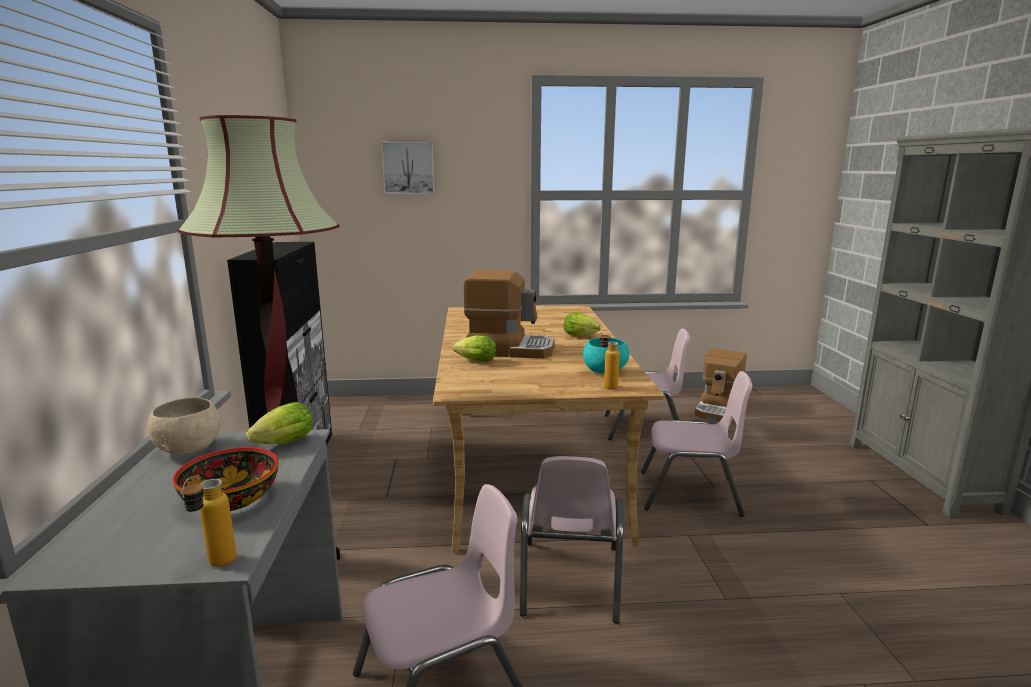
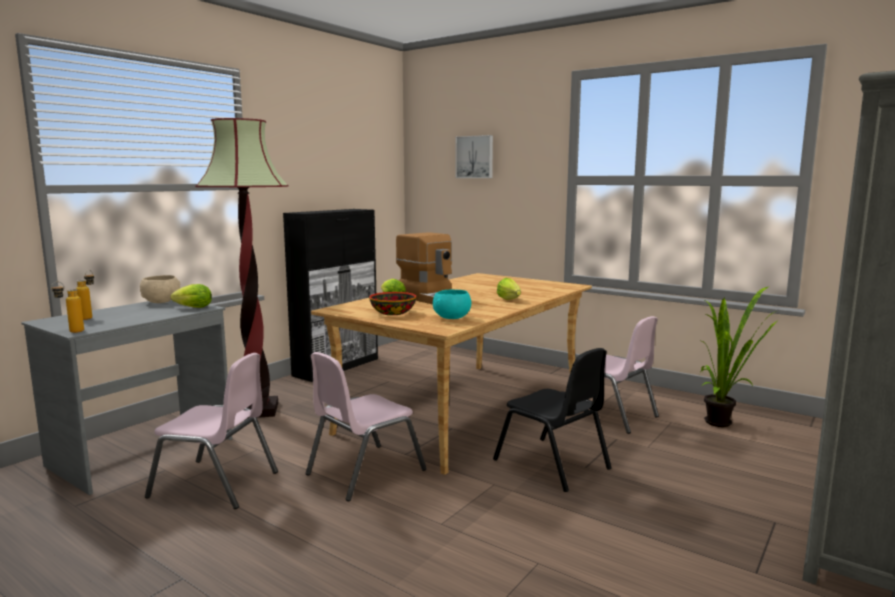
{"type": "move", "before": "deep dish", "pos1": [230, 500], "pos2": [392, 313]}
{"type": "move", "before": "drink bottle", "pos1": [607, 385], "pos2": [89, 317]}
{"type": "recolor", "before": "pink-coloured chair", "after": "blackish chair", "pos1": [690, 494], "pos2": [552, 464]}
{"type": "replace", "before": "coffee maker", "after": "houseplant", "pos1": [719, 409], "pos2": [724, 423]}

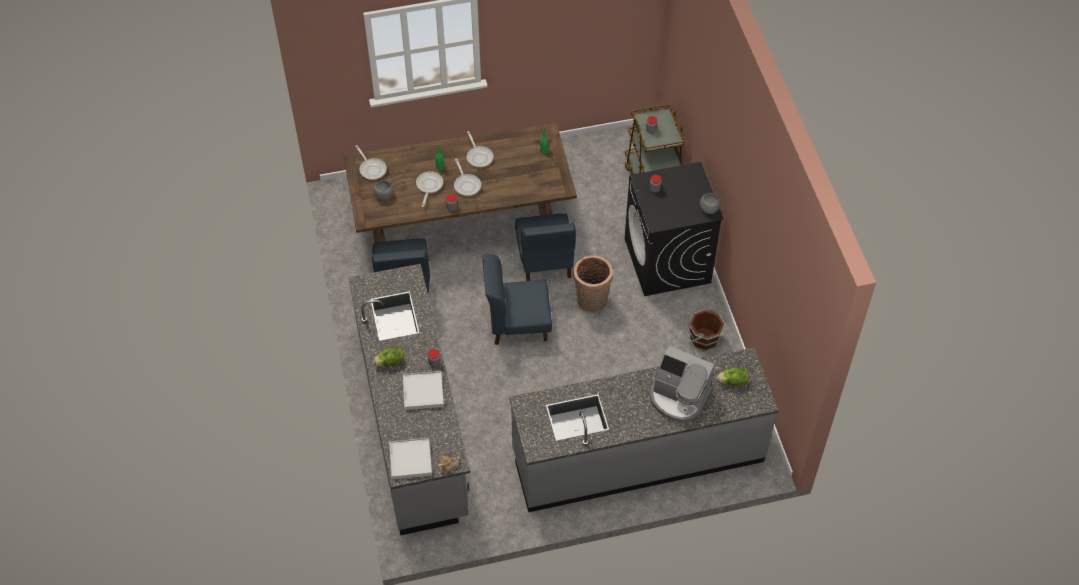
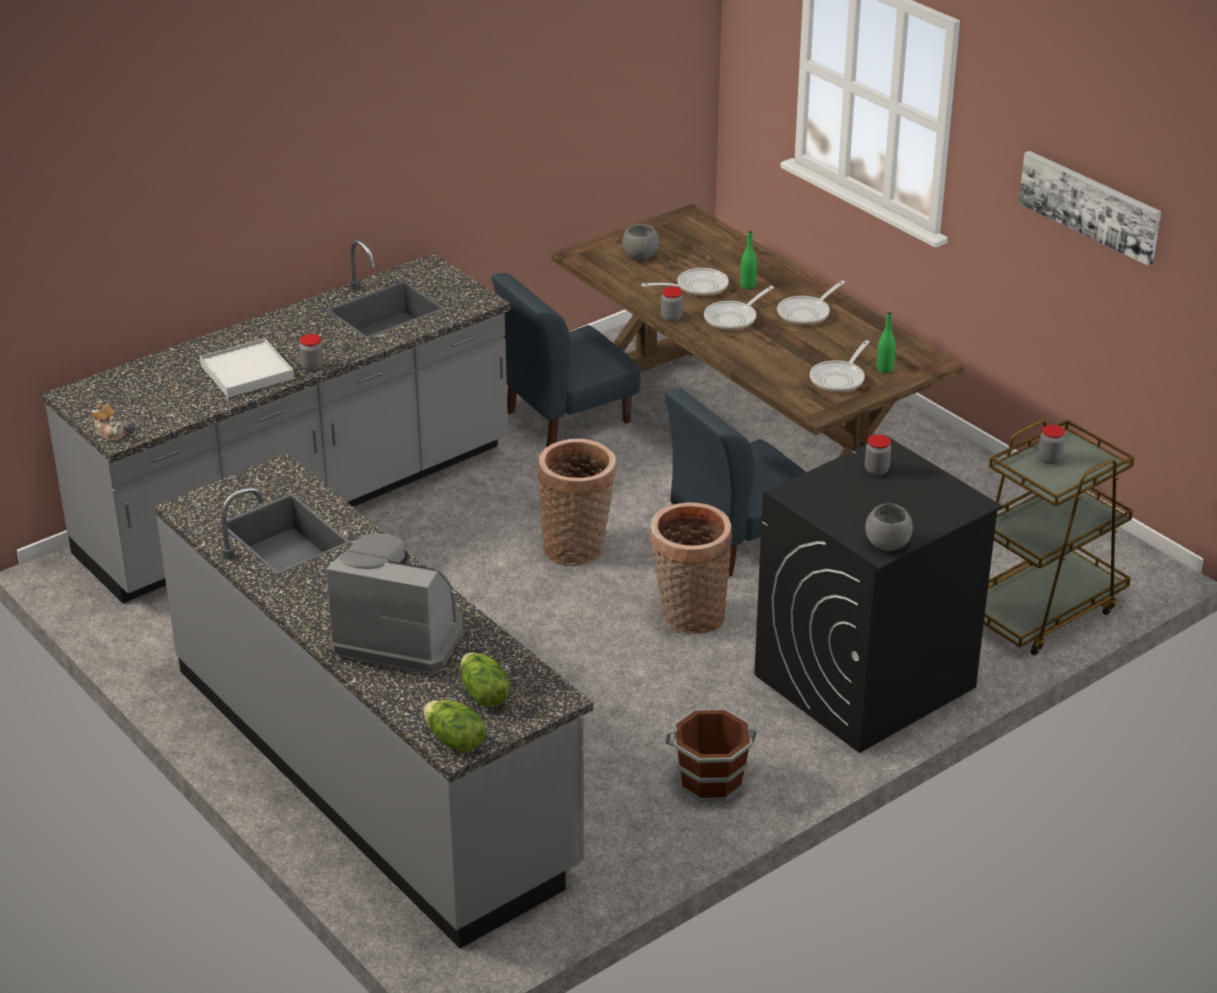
{"type": "move", "before": "frying pan", "pos1": [372, 169], "pos2": [839, 379]}
{"type": "move", "before": "lettuce", "pos1": [390, 362], "pos2": [454, 741]}
{"type": "delete", "before": "white carrying tray", "pos1": [410, 460]}
{"type": "replace", "before": "blue chair", "after": "storage basket", "pos1": [517, 323], "pos2": [577, 548]}
{"type": "rotate", "before": "coffee maker", "pos1": [678, 397], "pos2": [400, 636], "turn": 105}
{"type": "insert", "after": "wall art", "pos2": [1090, 206]}

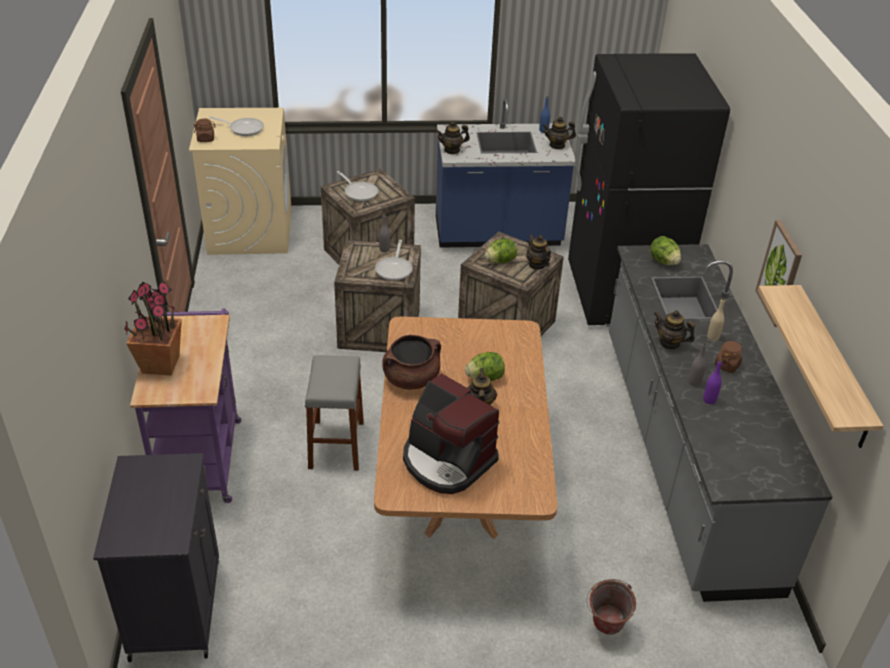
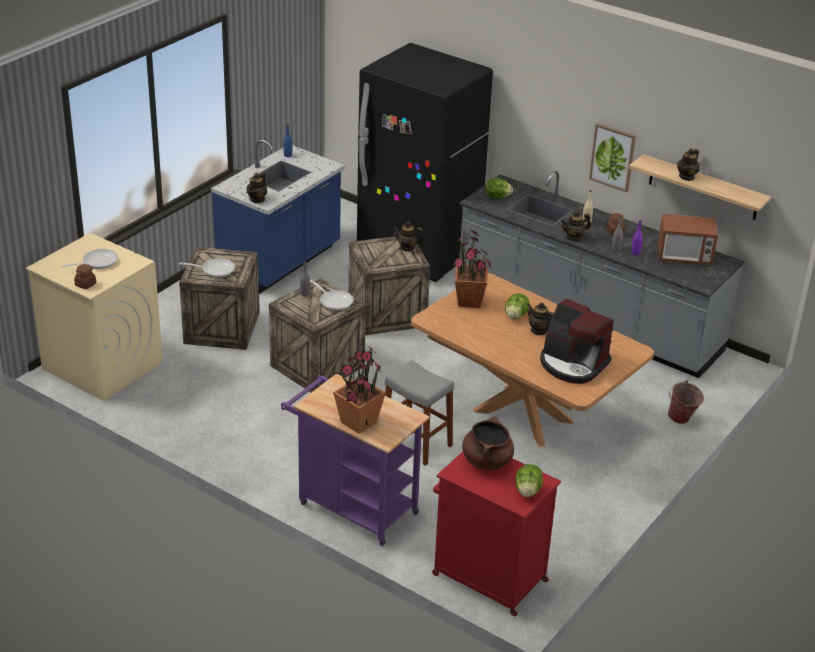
{"type": "recolor", "before": "blackish cupboard", "after": "red cupboard", "pos1": [176, 606], "pos2": [487, 577]}
{"type": "move", "before": "brown-coloured saucepot", "pos1": [411, 379], "pos2": [486, 461]}
{"type": "rotate", "before": "coffee maker", "pos1": [447, 461], "pos2": [572, 364], "turn": 45}
{"type": "move", "before": "lettuce", "pos1": [500, 261], "pos2": [528, 491]}
{"type": "move", "before": "tea pot", "pos1": [557, 145], "pos2": [687, 177]}
{"type": "insert", "after": "houseplant", "pos2": [469, 301]}
{"type": "insert", "after": "kitchen microwave", "pos2": [684, 257]}

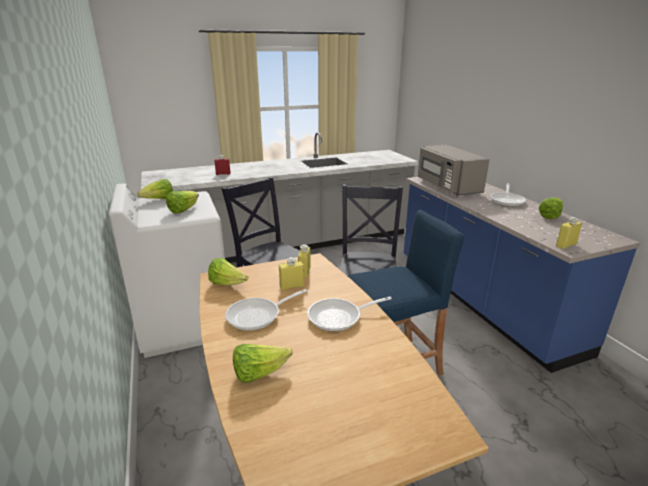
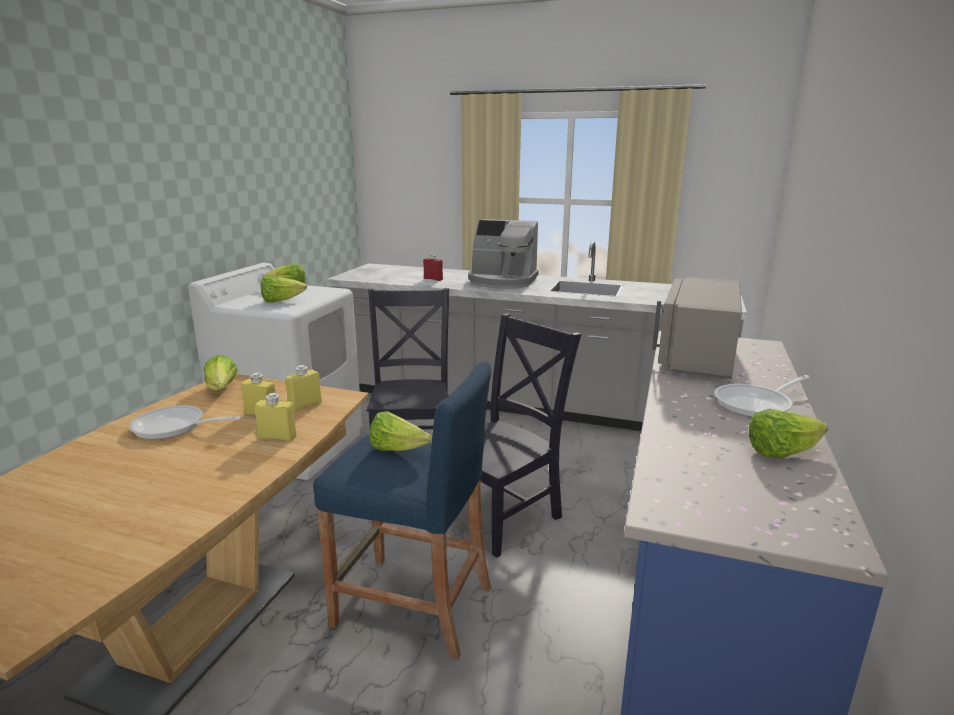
{"type": "move", "before": "lettuce", "pos1": [259, 373], "pos2": [397, 449]}
{"type": "delete", "before": "frying pan", "pos1": [339, 317]}
{"type": "move", "before": "yellow-coloured drink bottle", "pos1": [566, 245], "pos2": [277, 437]}
{"type": "insert", "after": "coffee maker", "pos2": [502, 281]}

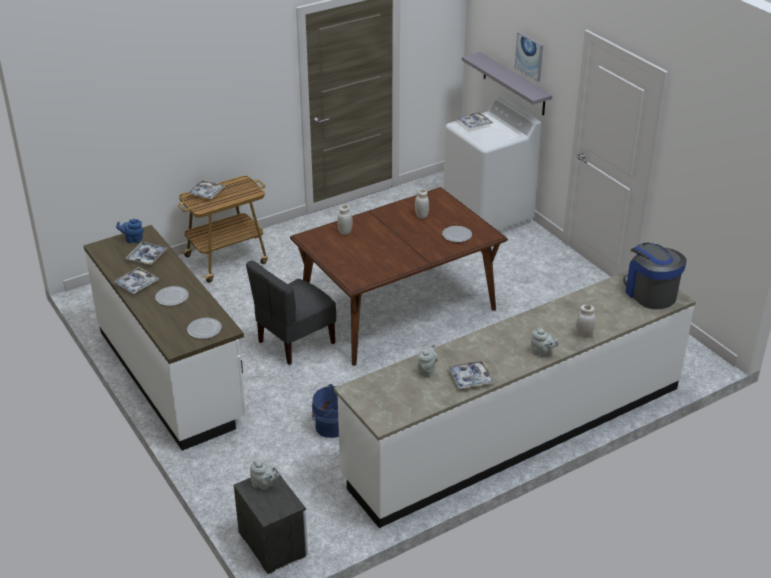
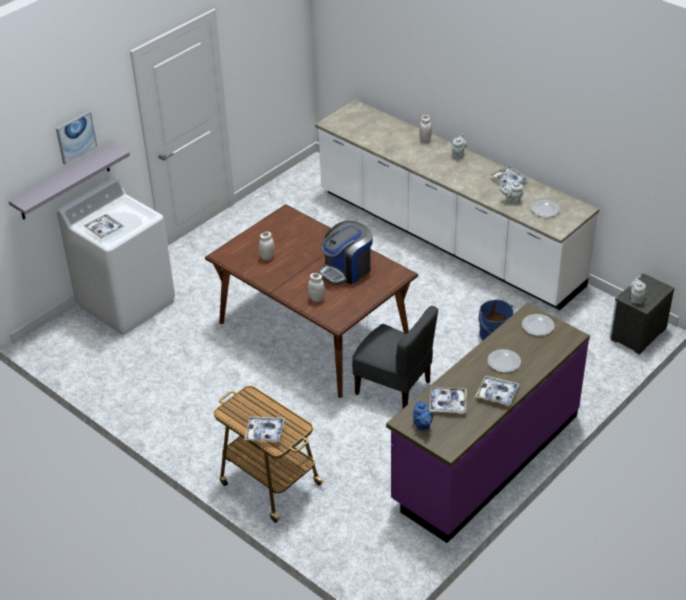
{"type": "recolor", "before": "white counter", "after": "purple counter", "pos1": [171, 375], "pos2": [485, 458]}
{"type": "move", "before": "flat dish", "pos1": [456, 235], "pos2": [545, 210]}
{"type": "move", "before": "coffee maker", "pos1": [650, 293], "pos2": [346, 270]}

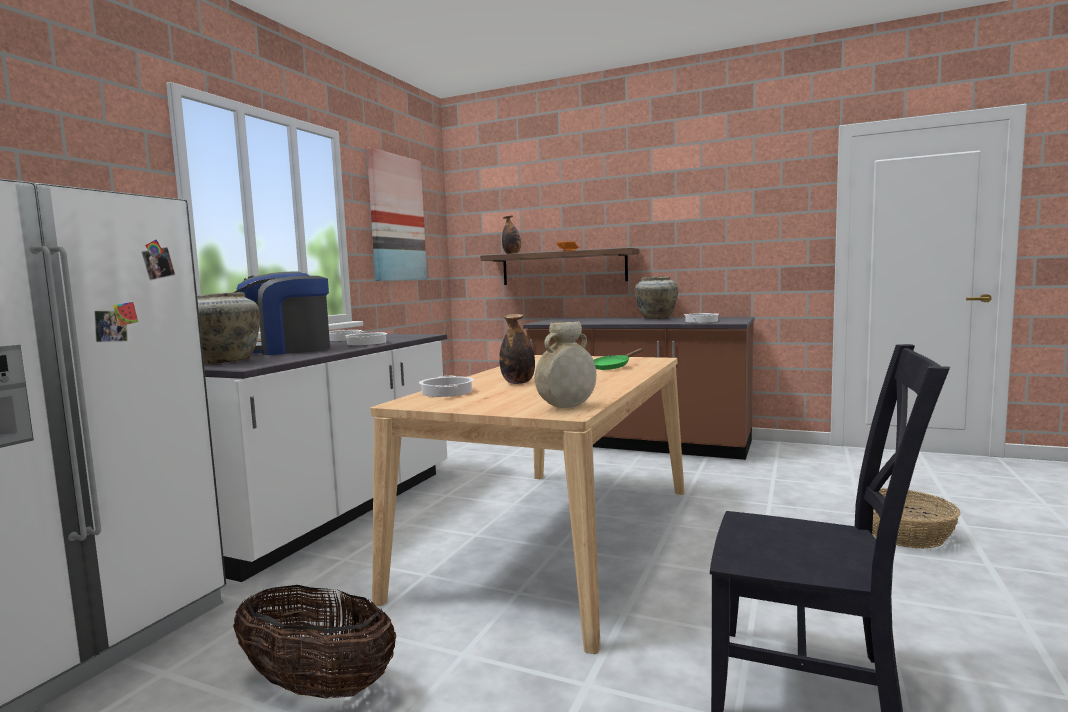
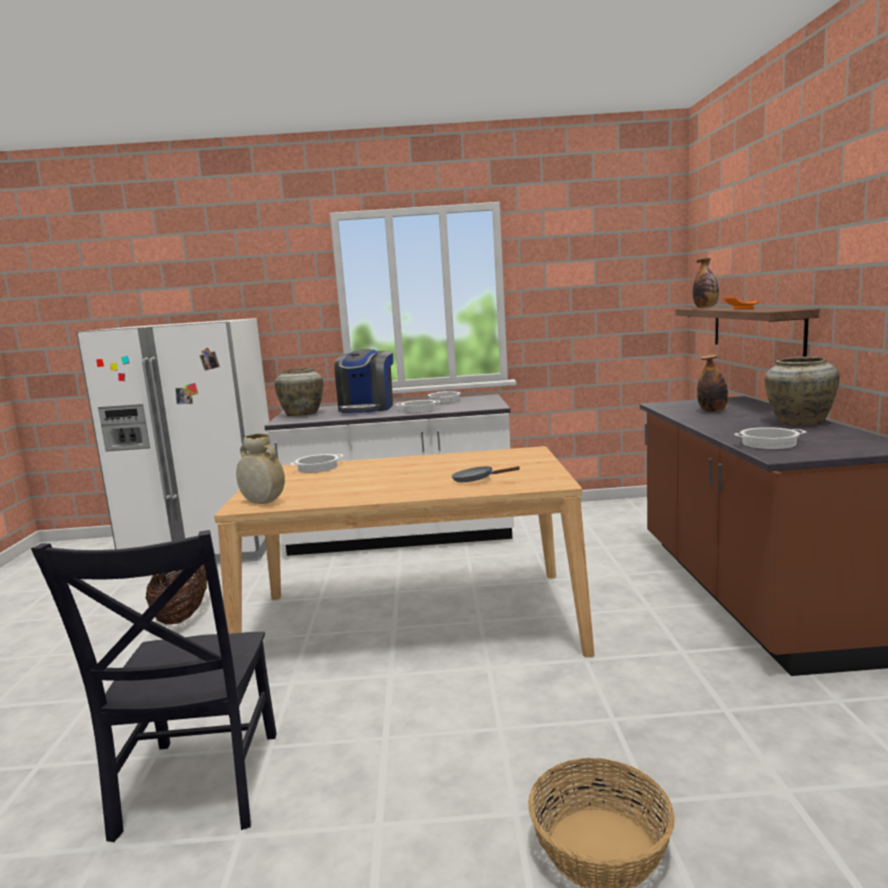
{"type": "rotate", "before": "coffee maker", "pos1": [287, 350], "pos2": [367, 408], "turn": -120}
{"type": "delete", "before": "wall art", "pos1": [396, 218]}
{"type": "move", "before": "drink bottle", "pos1": [518, 383], "pos2": [712, 411]}
{"type": "recolor", "before": "green frying pan", "after": "gray frying pan", "pos1": [613, 367], "pos2": [477, 480]}

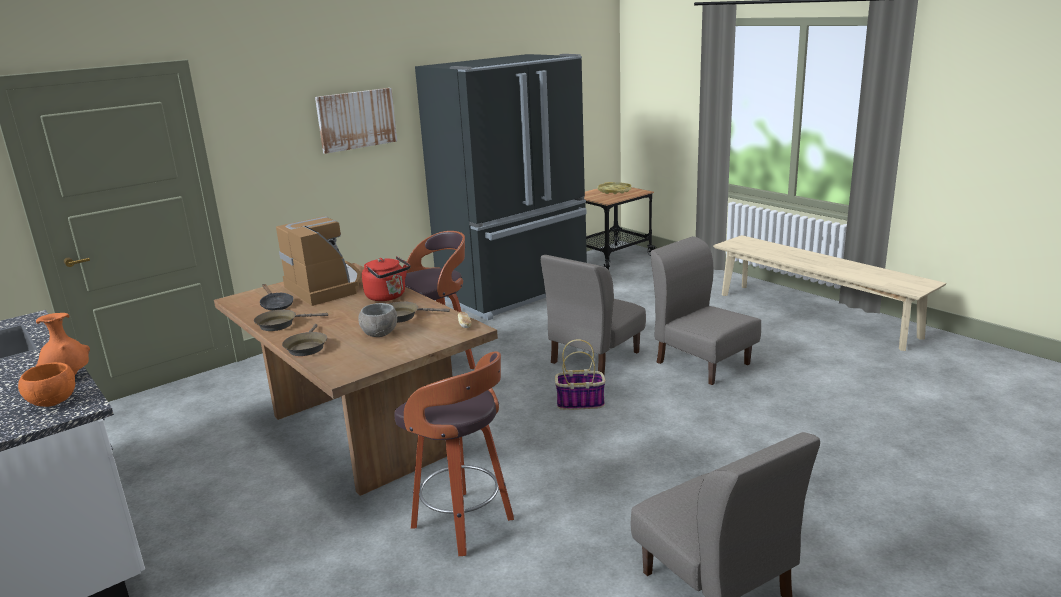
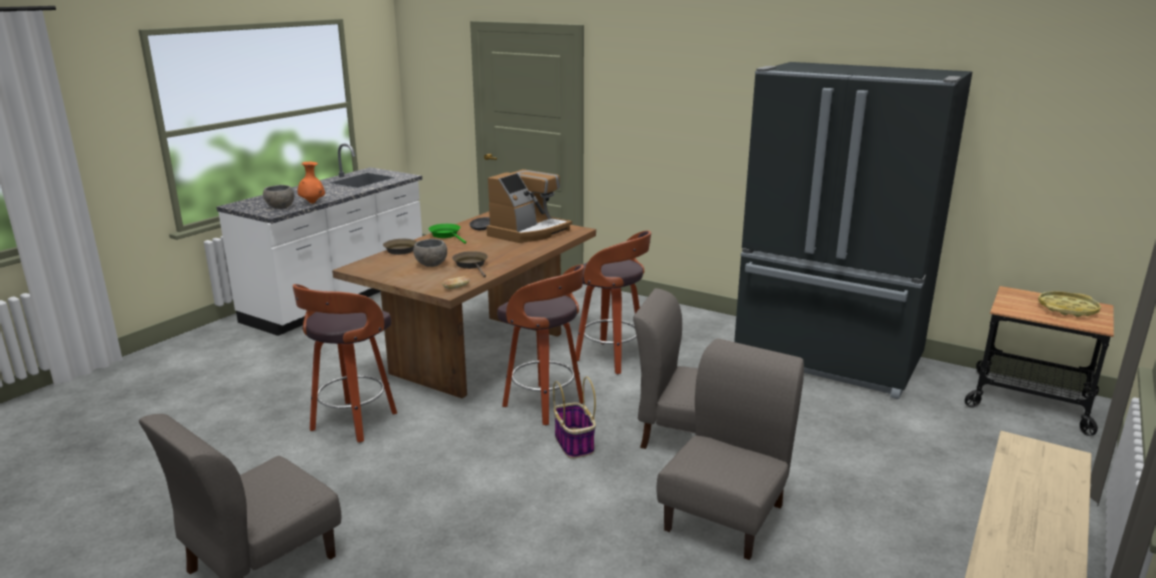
{"type": "recolor", "before": "orange deep dish", "after": "gray deep dish", "pos1": [54, 402], "pos2": [281, 207]}
{"type": "recolor", "before": "brown-coloured frying pan", "after": "green frying pan", "pos1": [280, 324], "pos2": [446, 235]}
{"type": "delete", "before": "wall art", "pos1": [356, 119]}
{"type": "delete", "before": "red kettle", "pos1": [388, 297]}
{"type": "insert", "after": "sitting stool", "pos2": [545, 405]}

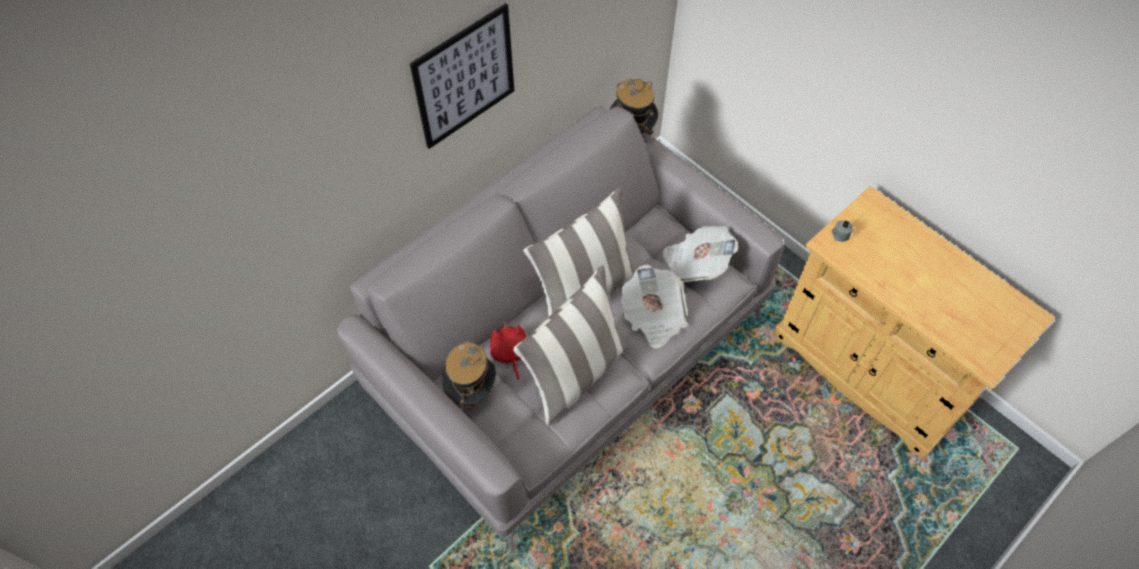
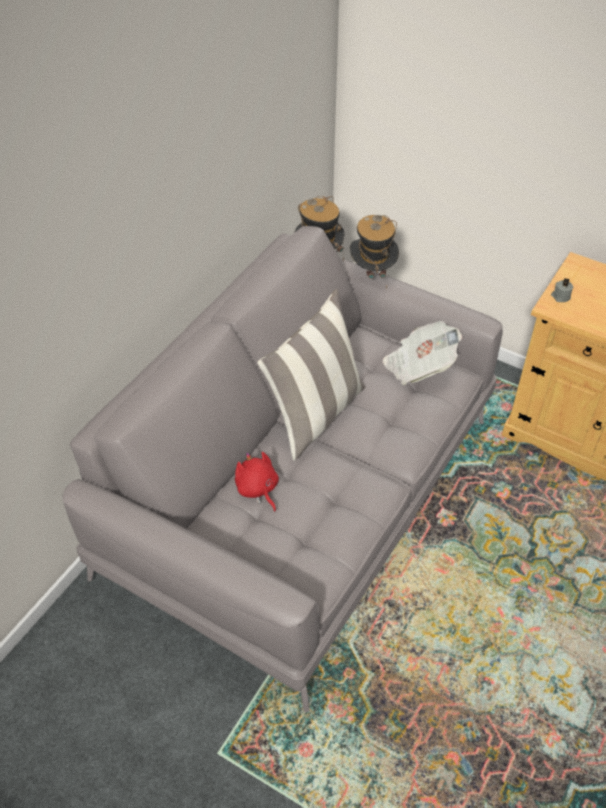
{"type": "delete", "before": "wall art", "pos1": [465, 77]}
{"type": "move", "before": "clothing hat", "pos1": [471, 391], "pos2": [372, 274]}
{"type": "delete", "before": "pillow", "pos1": [574, 373]}
{"type": "delete", "before": "newspaper", "pos1": [653, 316]}

